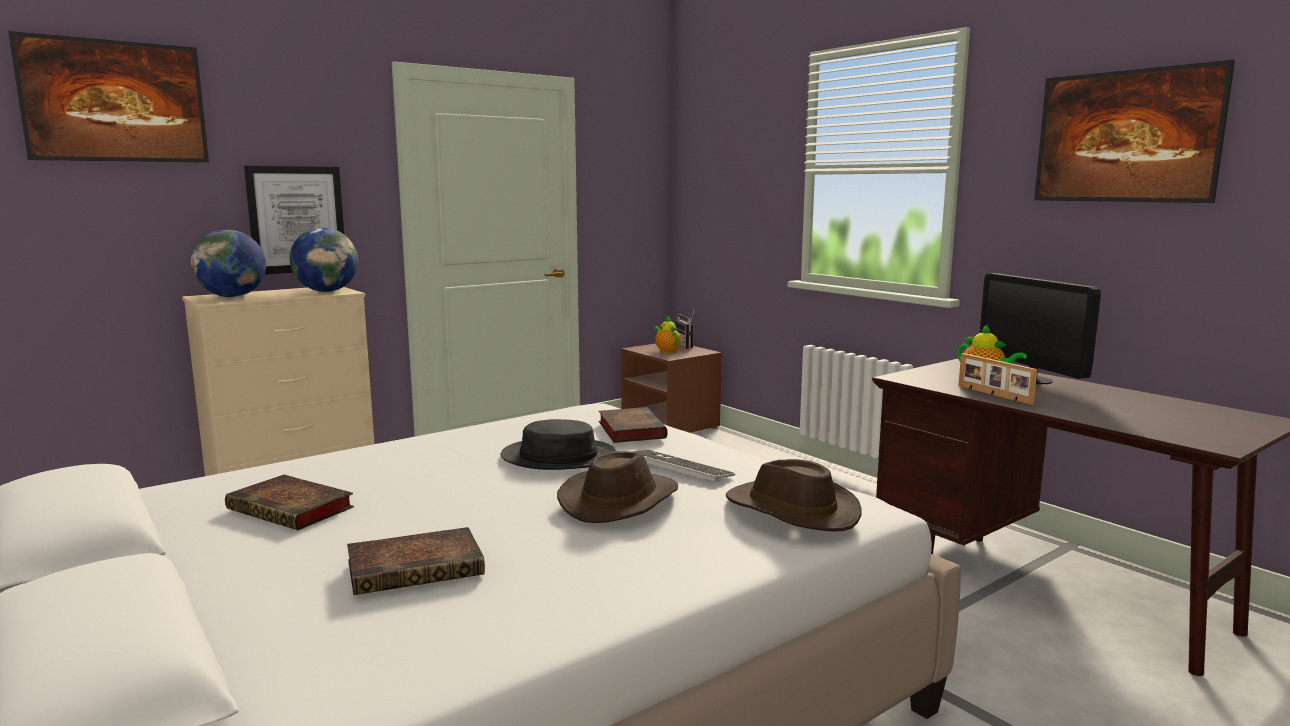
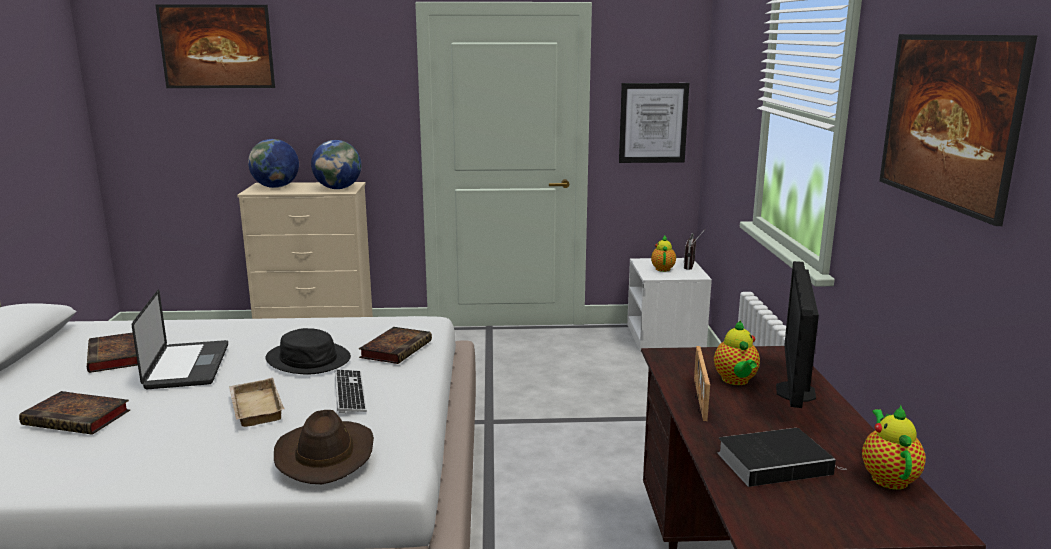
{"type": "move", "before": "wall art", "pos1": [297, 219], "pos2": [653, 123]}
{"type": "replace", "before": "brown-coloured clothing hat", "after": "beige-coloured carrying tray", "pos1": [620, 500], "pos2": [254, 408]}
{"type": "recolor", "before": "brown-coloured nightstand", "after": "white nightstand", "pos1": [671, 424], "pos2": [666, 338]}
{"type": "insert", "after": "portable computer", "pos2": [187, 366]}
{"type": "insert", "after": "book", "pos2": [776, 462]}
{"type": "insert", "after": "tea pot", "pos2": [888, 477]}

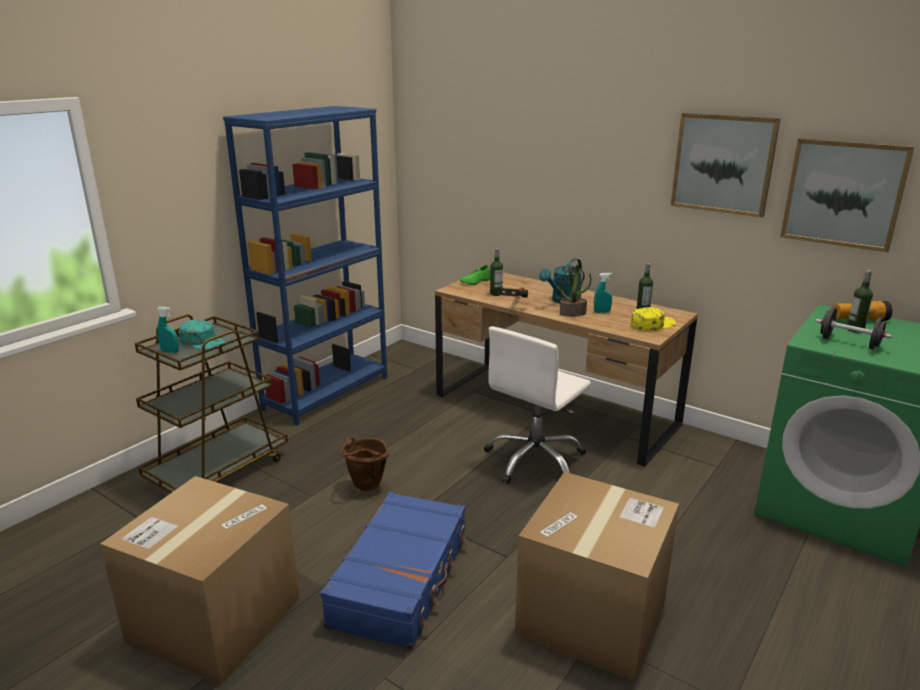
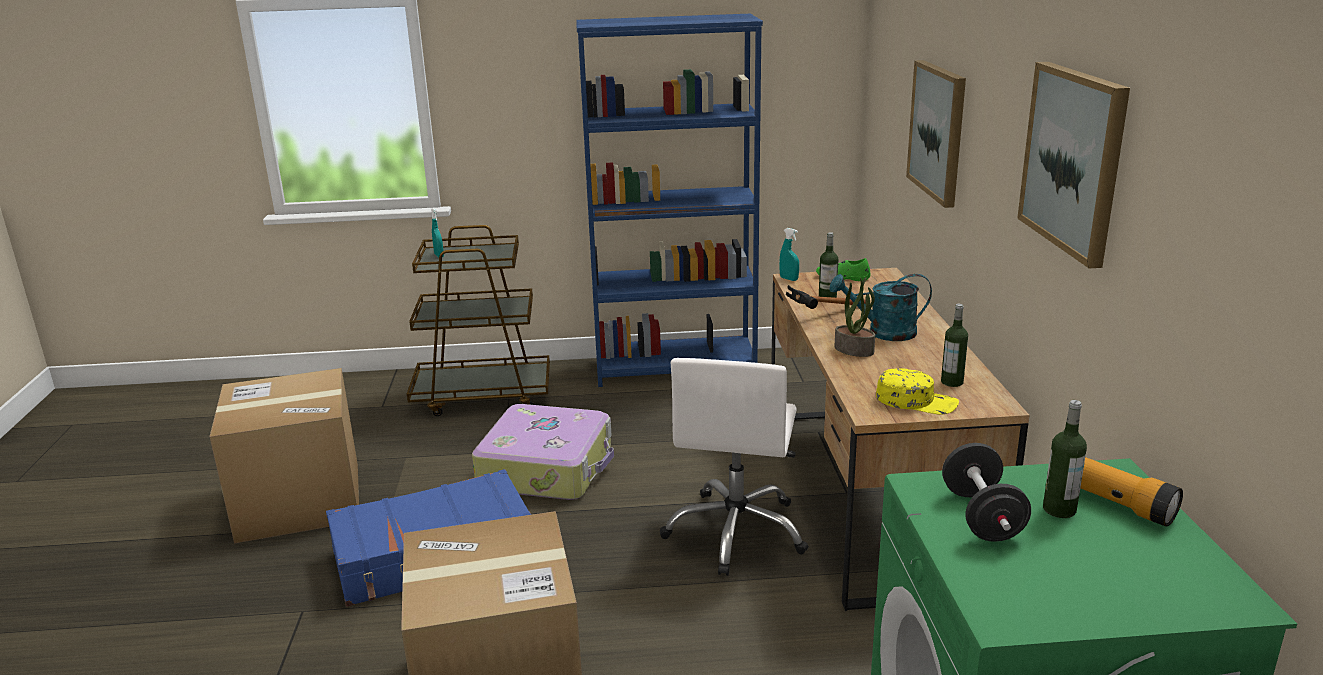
{"type": "delete", "before": "blue-green baseball cap", "pos1": [203, 341]}
{"type": "replace", "before": "brown-coloured bucket", "after": "suitcase", "pos1": [365, 488], "pos2": [547, 468]}
{"type": "rotate", "before": "white computer chair", "pos1": [535, 460], "pos2": [736, 532], "turn": -75}
{"type": "move", "before": "blue-green spray bottle", "pos1": [602, 312], "pos2": [789, 279]}
{"type": "move", "before": "wall art", "pos1": [843, 193], "pos2": [938, 131]}

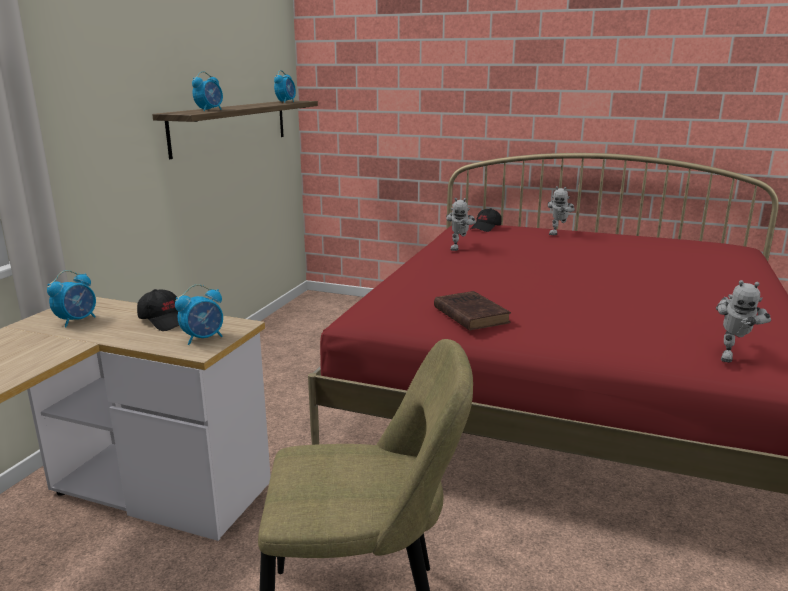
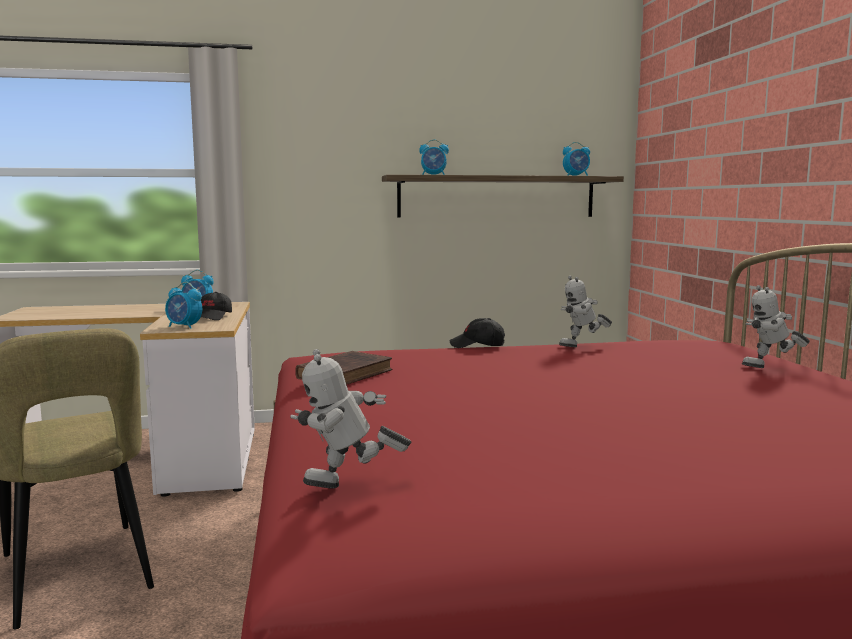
{"type": "move", "before": "blackish baseball cap", "pos1": [486, 228], "pos2": [477, 346]}

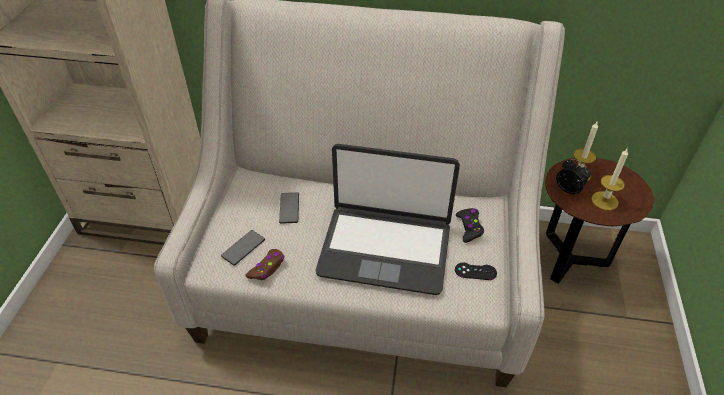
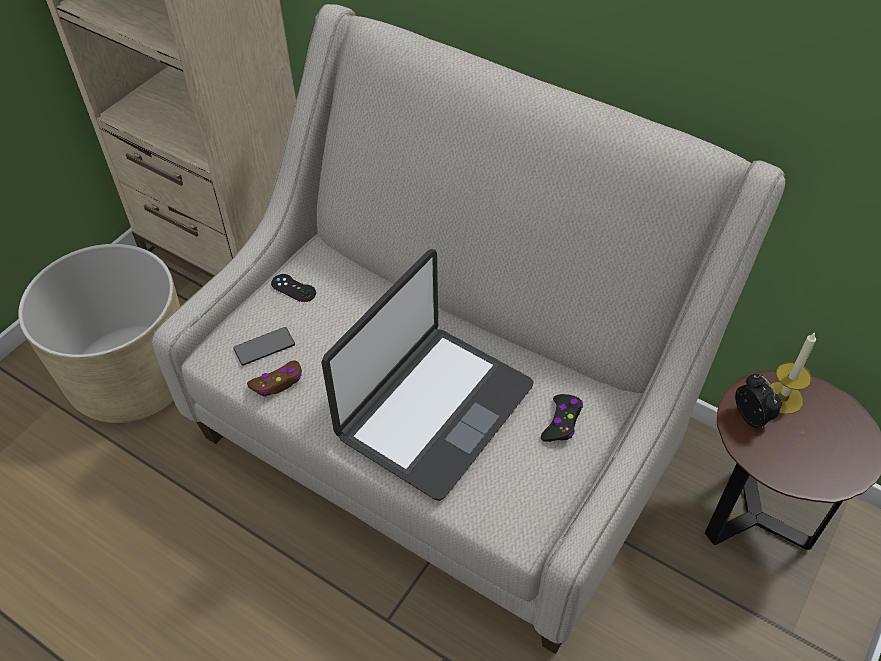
{"type": "delete", "before": "phone", "pos1": [289, 208]}
{"type": "rotate", "before": "portable computer", "pos1": [385, 248], "pos2": [433, 410], "turn": -90}
{"type": "move", "before": "blackish game controller", "pos1": [475, 271], "pos2": [293, 288]}
{"type": "delete", "before": "wax candle", "pos1": [604, 201]}
{"type": "insert", "after": "beige-coloured flower pot", "pos2": [133, 378]}

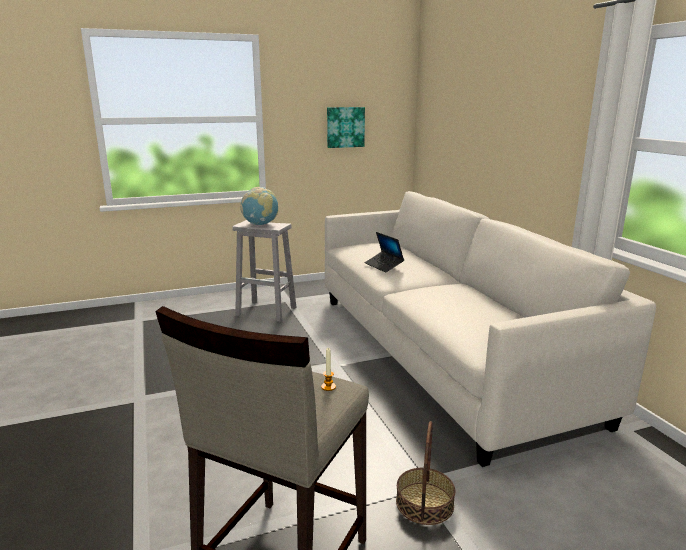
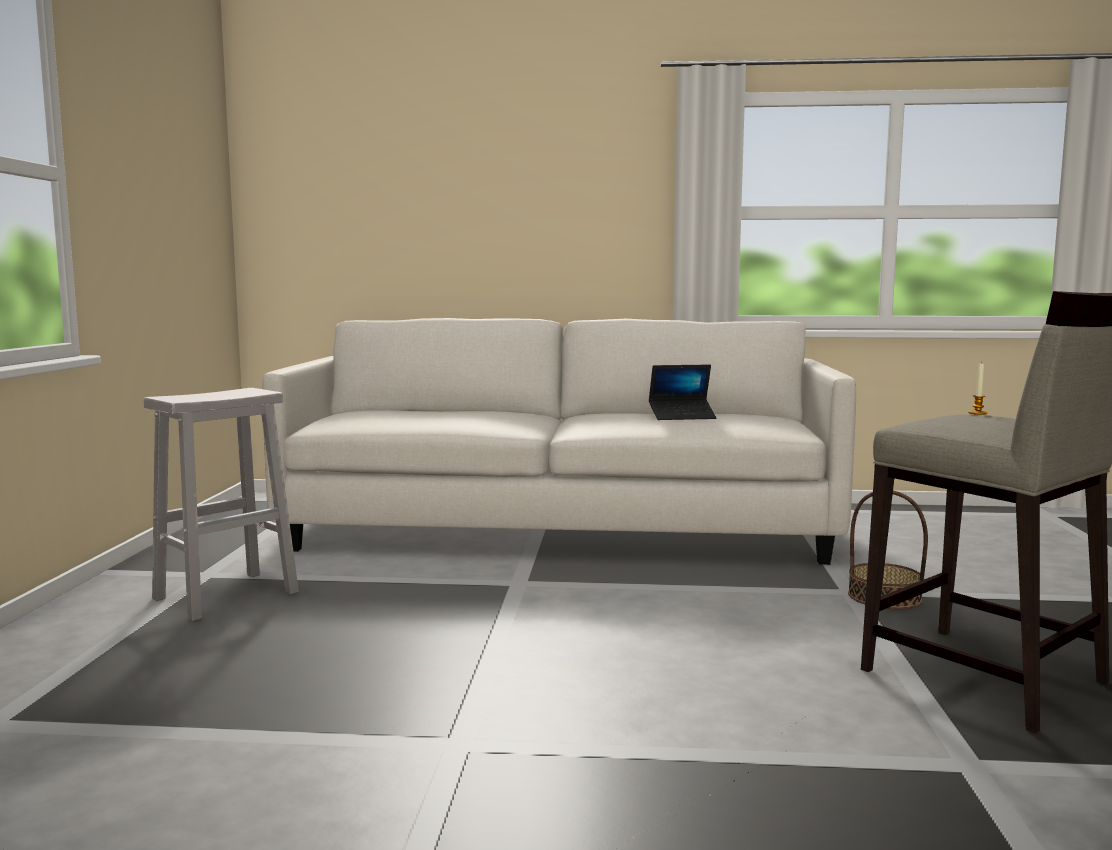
{"type": "delete", "before": "world globe", "pos1": [260, 224]}
{"type": "delete", "before": "wall art", "pos1": [345, 127]}
{"type": "move", "before": "portable computer", "pos1": [384, 265], "pos2": [682, 416]}

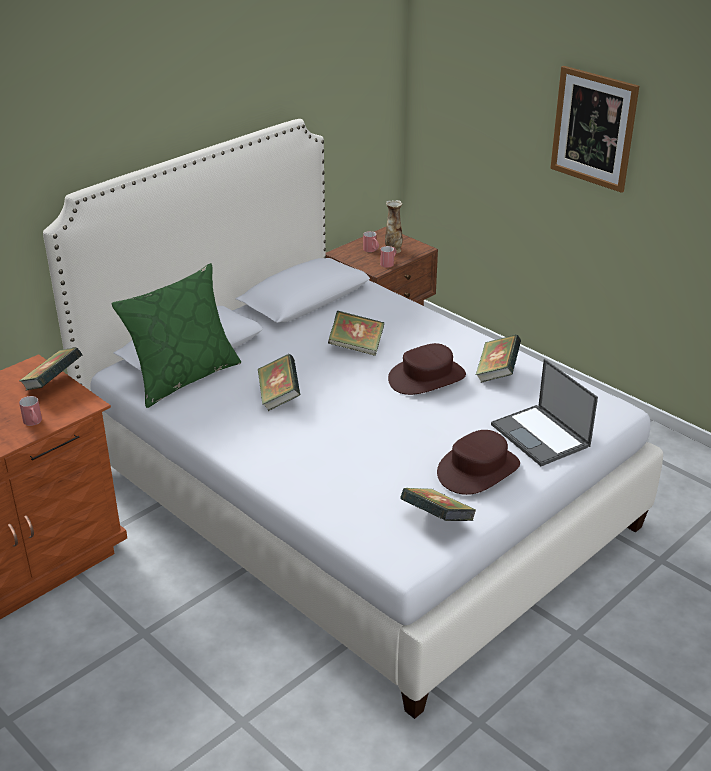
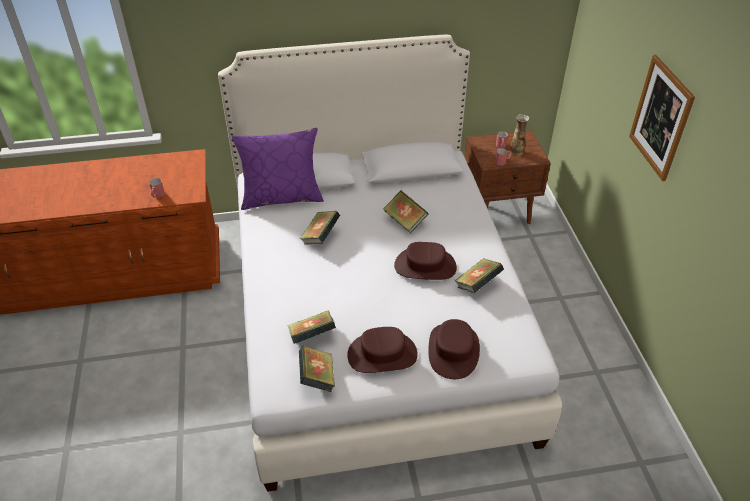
{"type": "move", "before": "book", "pos1": [53, 384], "pos2": [312, 336]}
{"type": "recolor", "before": "green pillow", "after": "purple pillow", "pos1": [183, 377], "pos2": [282, 197]}
{"type": "replace", "before": "portable computer", "after": "brown-coloured clothing hat", "pos1": [541, 436], "pos2": [453, 351]}

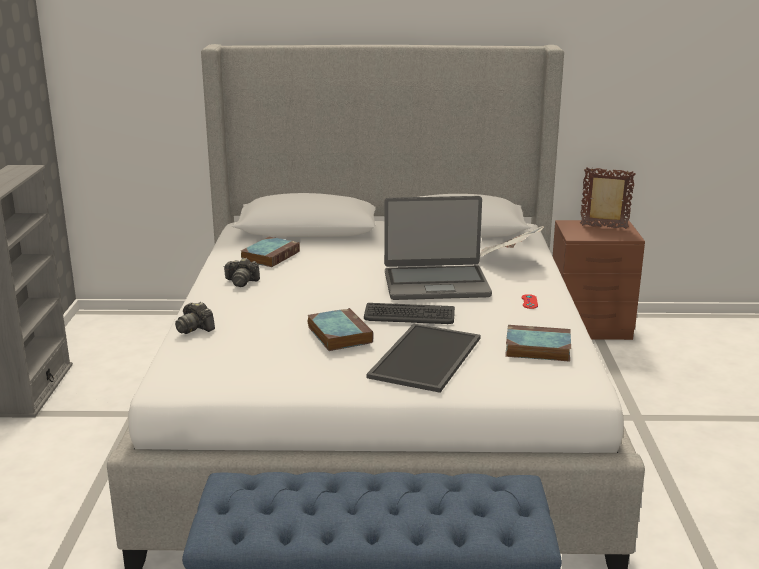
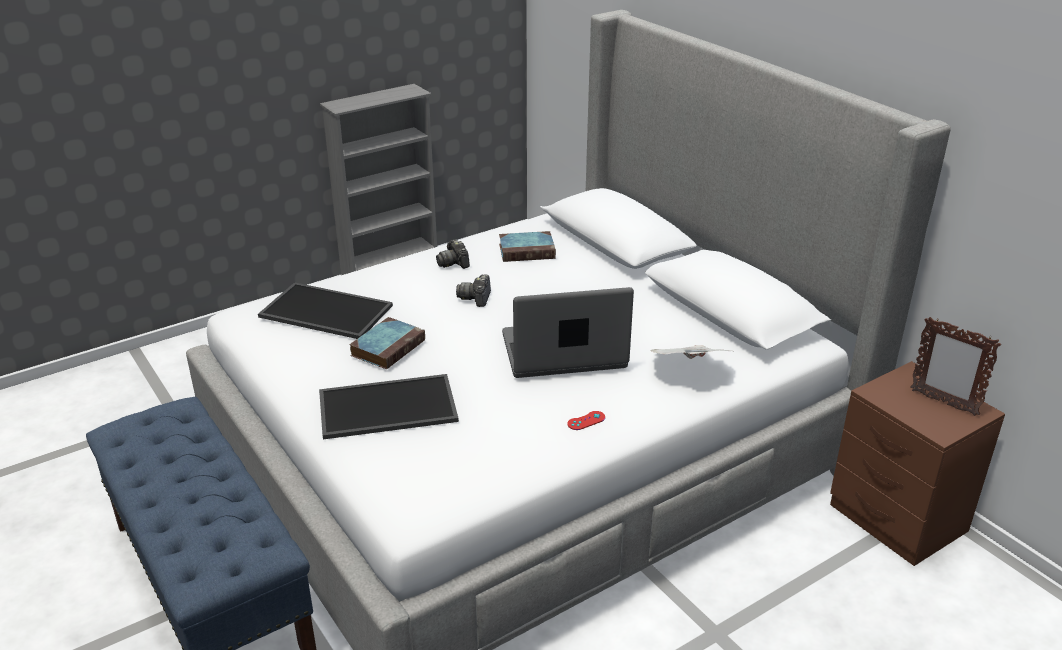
{"type": "move", "before": "photo camera", "pos1": [194, 328], "pos2": [476, 298]}
{"type": "delete", "before": "keyboard", "pos1": [409, 315]}
{"type": "rotate", "before": "portable computer", "pos1": [436, 284], "pos2": [564, 352], "turn": 120}
{"type": "delete", "before": "book", "pos1": [536, 348]}
{"type": "rotate", "before": "picture frame", "pos1": [604, 227], "pos2": [943, 402], "turn": 150}
{"type": "insert", "after": "carrying tray", "pos2": [324, 312]}

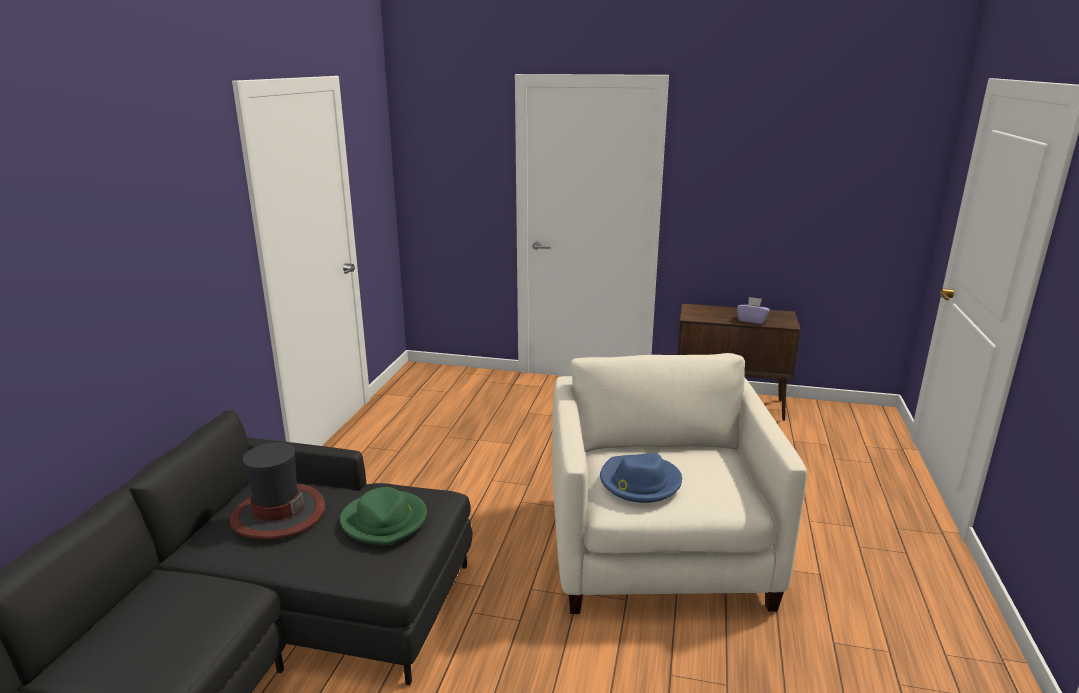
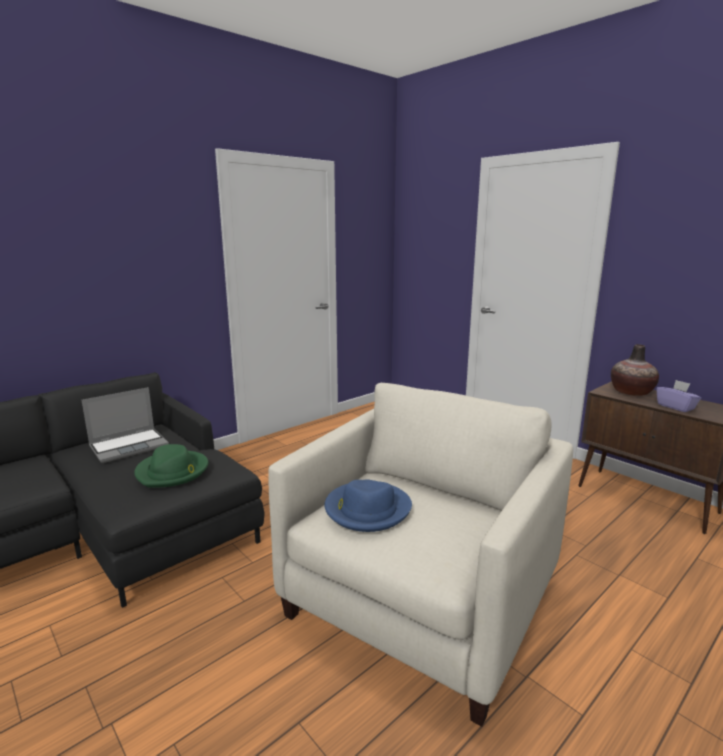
{"type": "replace", "before": "clothing hat", "after": "portable computer", "pos1": [278, 514], "pos2": [130, 446]}
{"type": "insert", "after": "vase", "pos2": [631, 392]}

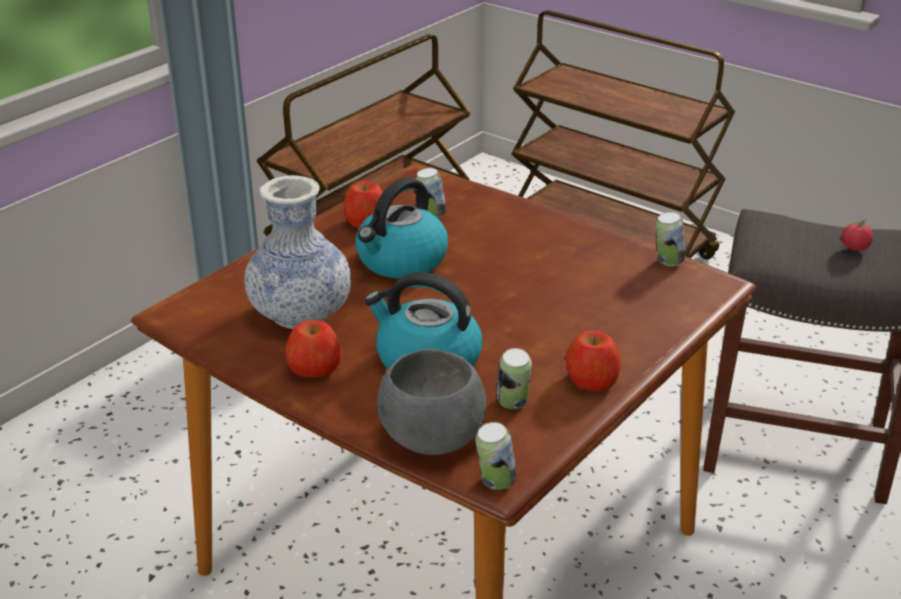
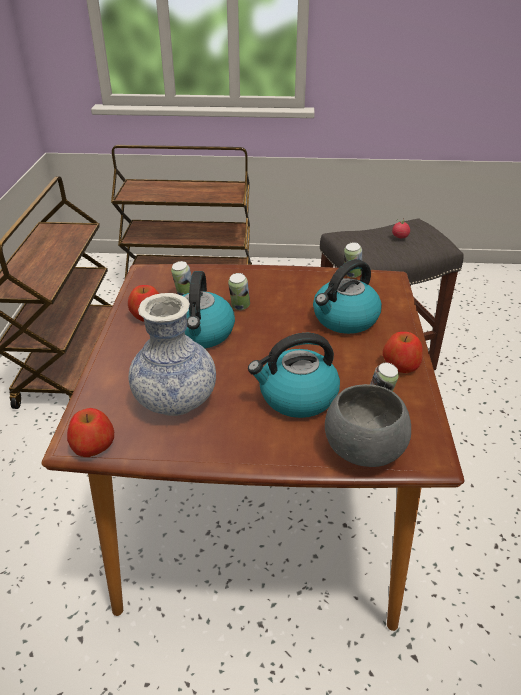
{"type": "move", "before": "apple fruit", "pos1": [314, 369], "pos2": [93, 446]}
{"type": "move", "before": "metal can", "pos1": [495, 482], "pos2": [239, 307]}
{"type": "insert", "after": "kettle", "pos2": [344, 319]}

